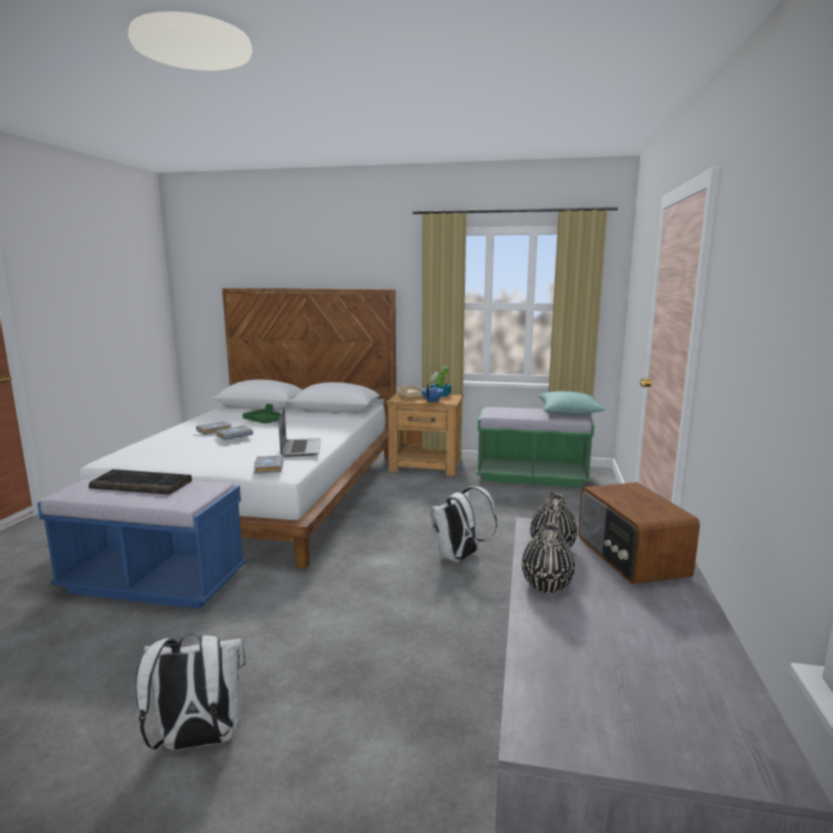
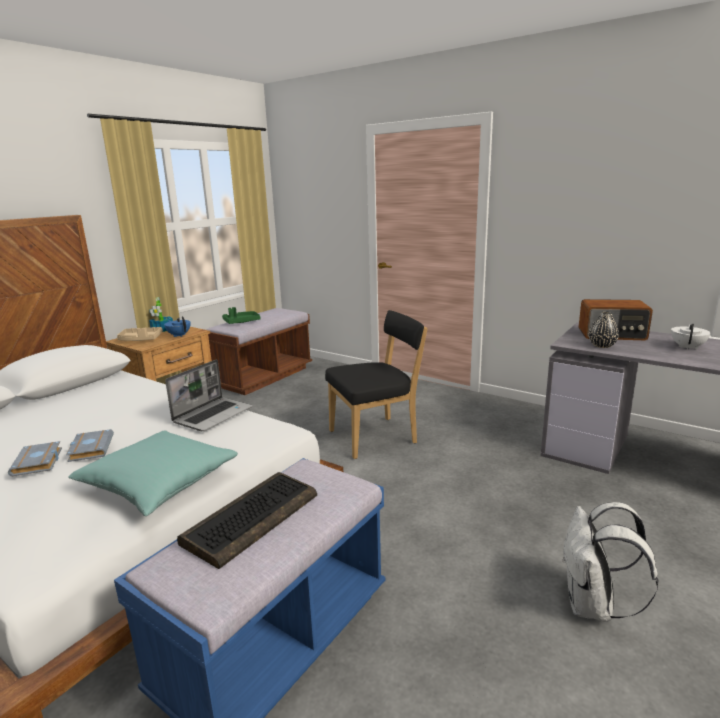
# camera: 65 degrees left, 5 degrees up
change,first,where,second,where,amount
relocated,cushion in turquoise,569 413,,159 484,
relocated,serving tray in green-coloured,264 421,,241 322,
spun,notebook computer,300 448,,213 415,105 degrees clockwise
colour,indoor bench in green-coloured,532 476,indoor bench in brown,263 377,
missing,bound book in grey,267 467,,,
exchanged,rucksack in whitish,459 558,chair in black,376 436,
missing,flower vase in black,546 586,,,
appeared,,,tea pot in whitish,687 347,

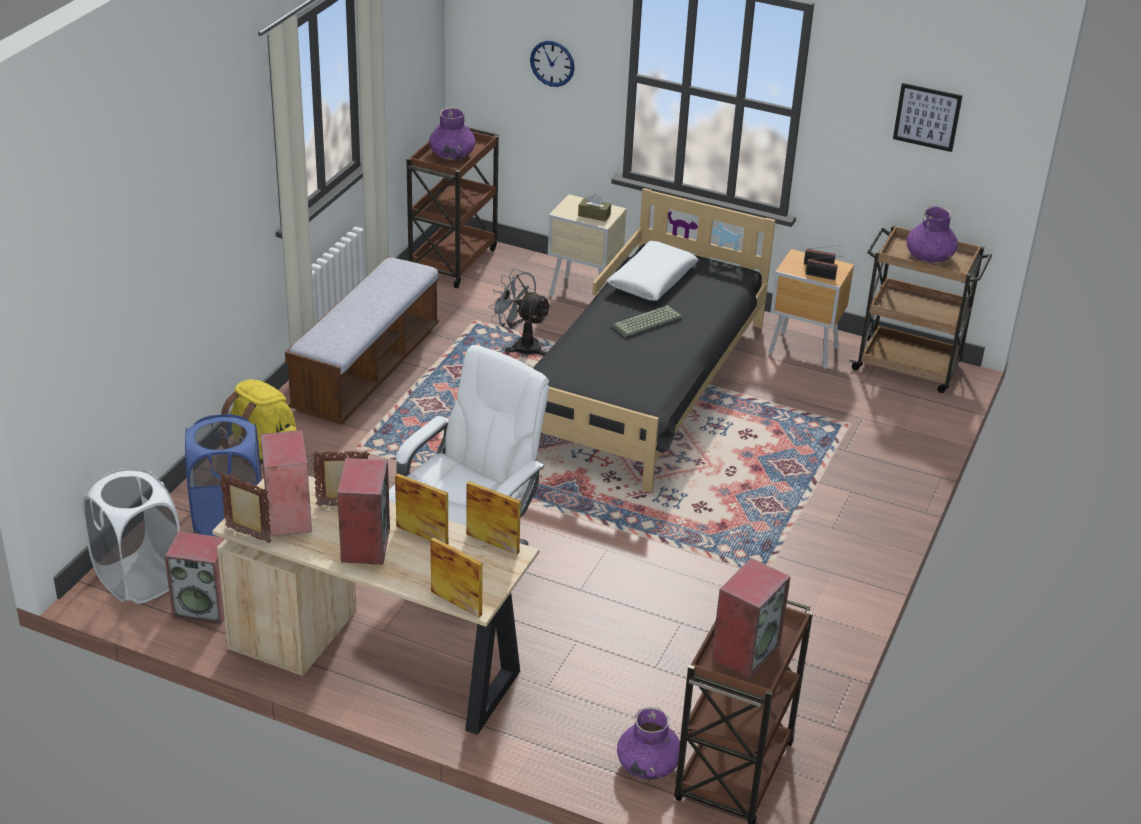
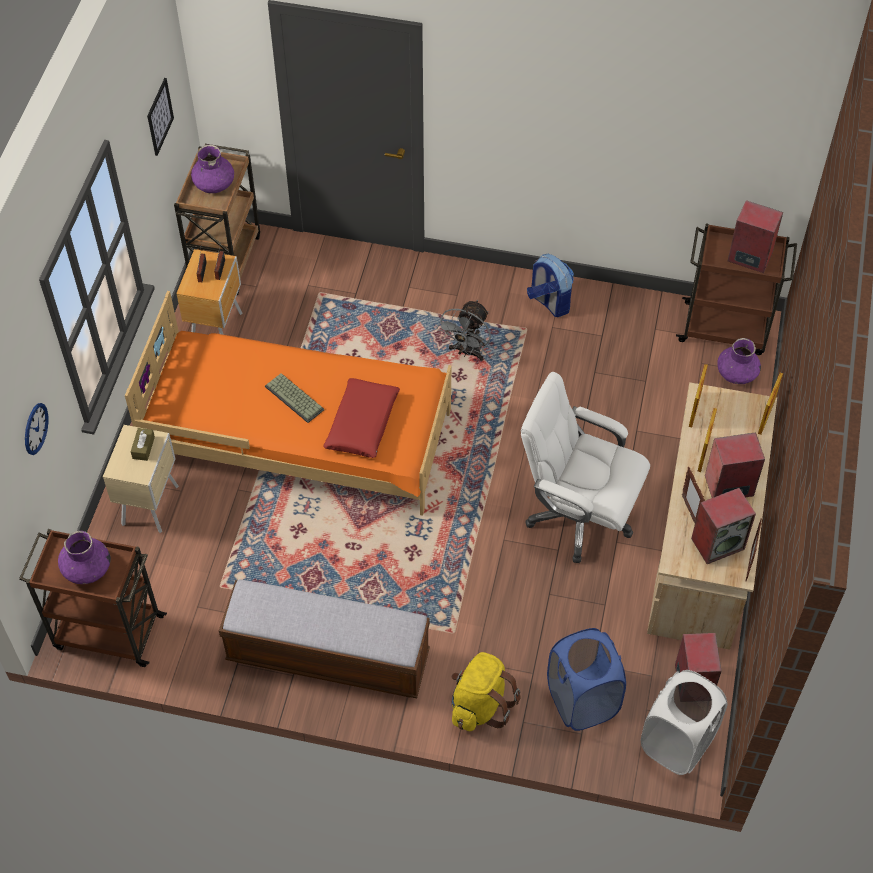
# camera: 100 degrees left, 20 degrees up
change,first,where,second,where,amount
colour,bed in black,644 386,bed in orangey,300 435,
missing,cushion in whitish,651 280,,,
relocated,cooling fan in grey,521 346,,467 352,
appeared,,,rucksack,549 302,
appeared,,,cushion in red-coloured,362 424,

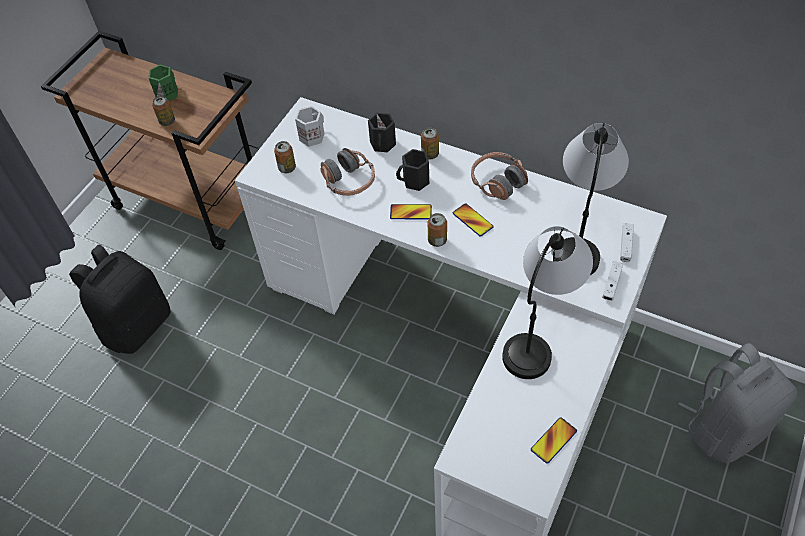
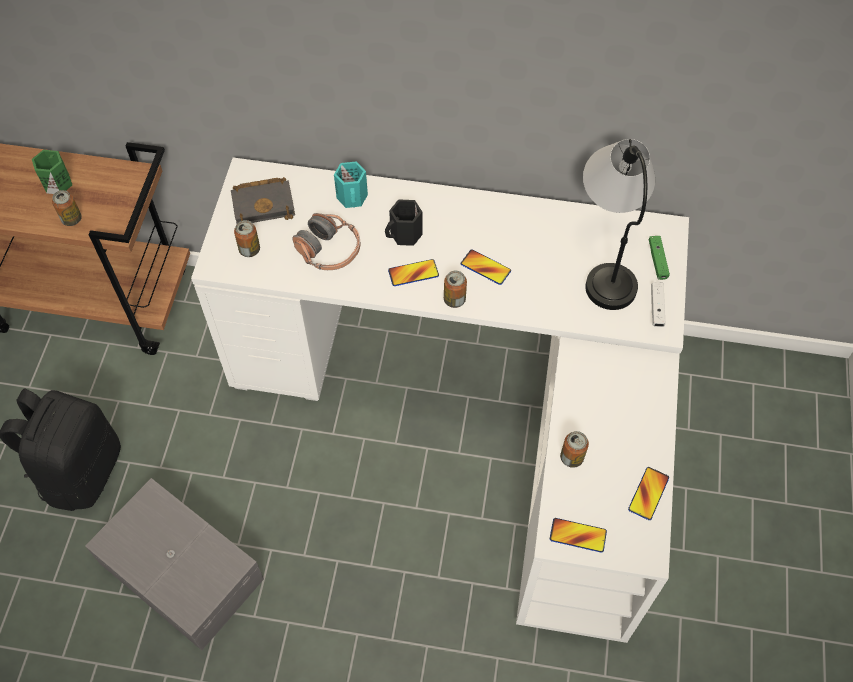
# camera: 20 degrees left, 5 degrees up
change,first,where,second,where,amount
exchanged,mug in whitish,312 136,bound book in black,265 204,
colour,mug in black,383 144,mug in turquoise,353 197,
relocated,sealed can,430 154,,571 457,
missing,headset,497 182,,,
colour,joypad in whitish,626 245,joypad in green-coloured,657 260,
missing,lamp for a table,540 332,,,
missing,rucksack in grey,725 427,,,
appeared,,,storage box in grey,182 568,
appeared,,,handset,577 535,

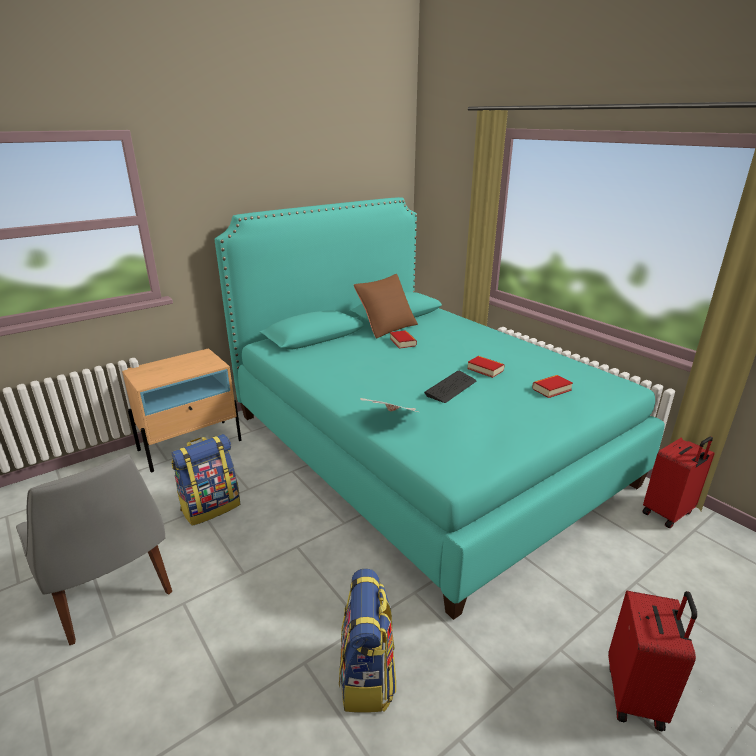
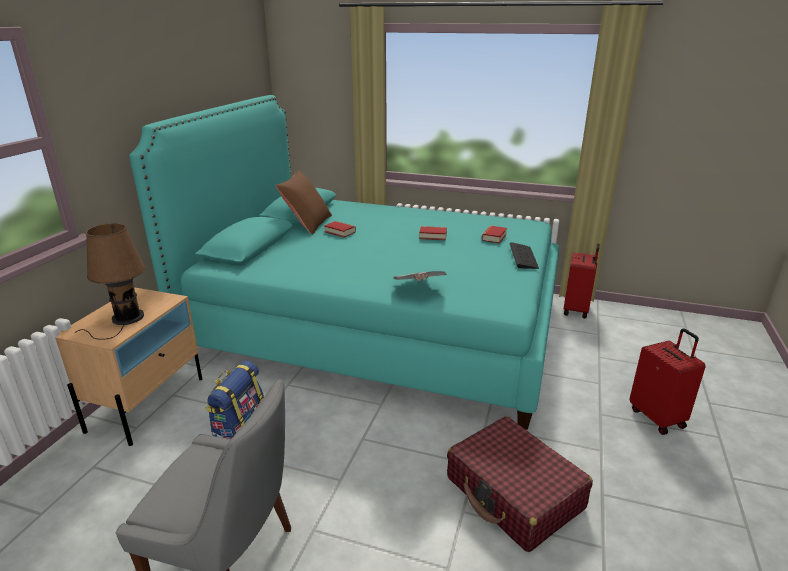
# camera: 35 degrees left, 0 degrees up
change,first,where,second,where,amount
relocated,PC keyboard,451 388,,523 257,
exchanged,rucksack,367 676,piece of luggage in red-coloured,514 493,
appeared,,,lamp for a table in brown,125 319,

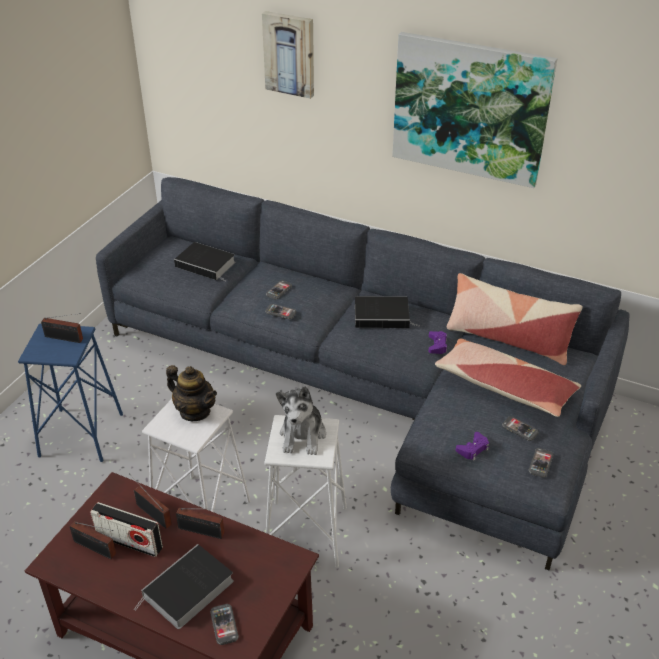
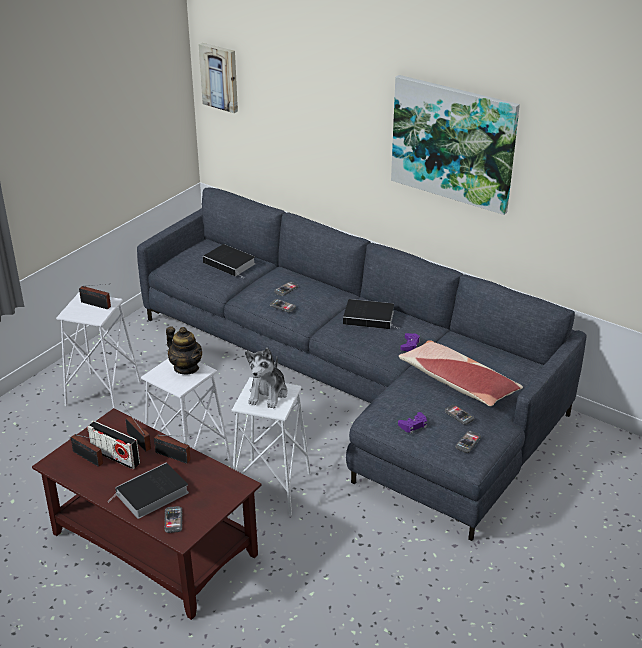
# camera: 10 degrees right, 5 degrees down
change,first,where,second,where,amount
relocated,picture,290 54,,220 77,
missing,cushion,507 338,,,
colour,sitting stool in blue-coloured,81 435,sitting stool in whitish,103 393,

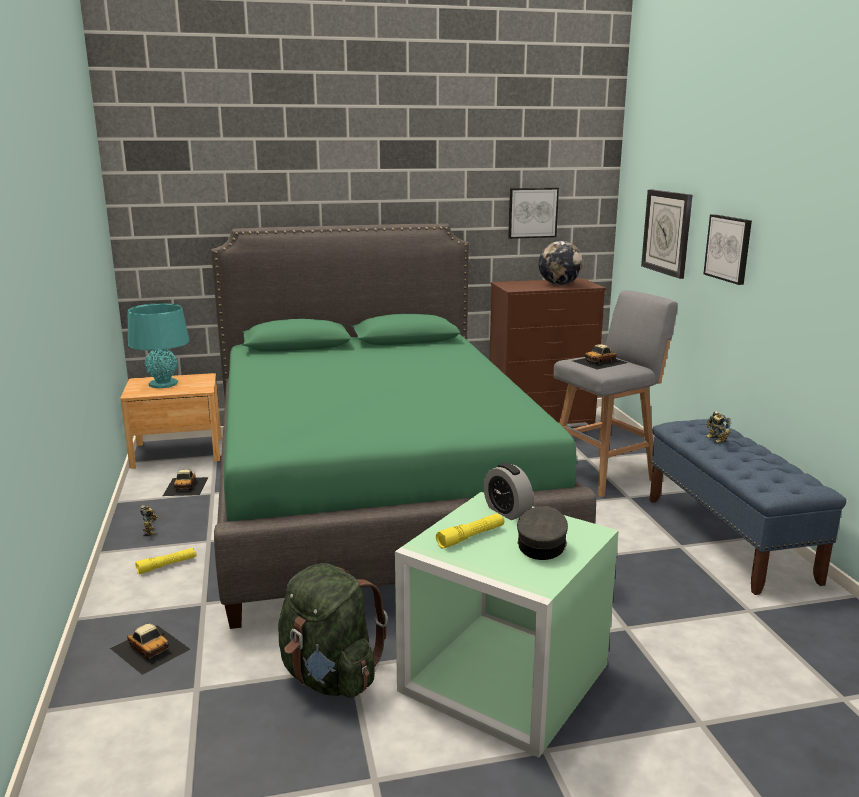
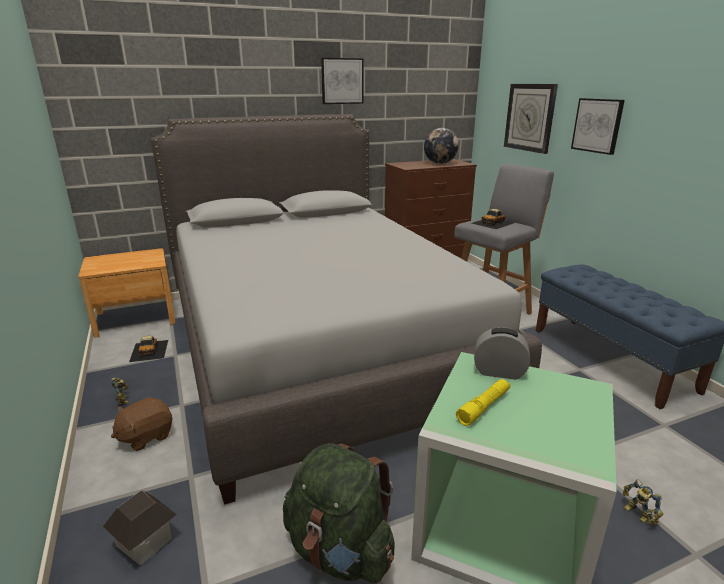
# camera: 10 degrees left, 5 degrees up
change,first,where,second,where,amount
relocated,picture,532 212,,342 81,
colour,bed in green-coloured,375 496,bed in grey,319 346,
missing,lamp for a table in turquoise,163 384,,,
relocated,toy robot,715 440,,637 515,
spun,table clock,507 511,,499 372,150 degrees clockwise
missing,cap in grey,541 544,,,
exchanged,hand torch in yellow-coloured,167 565,soft toy in brown,146 436,
exchanged,miniature car,150 648,miniature house,145 541,

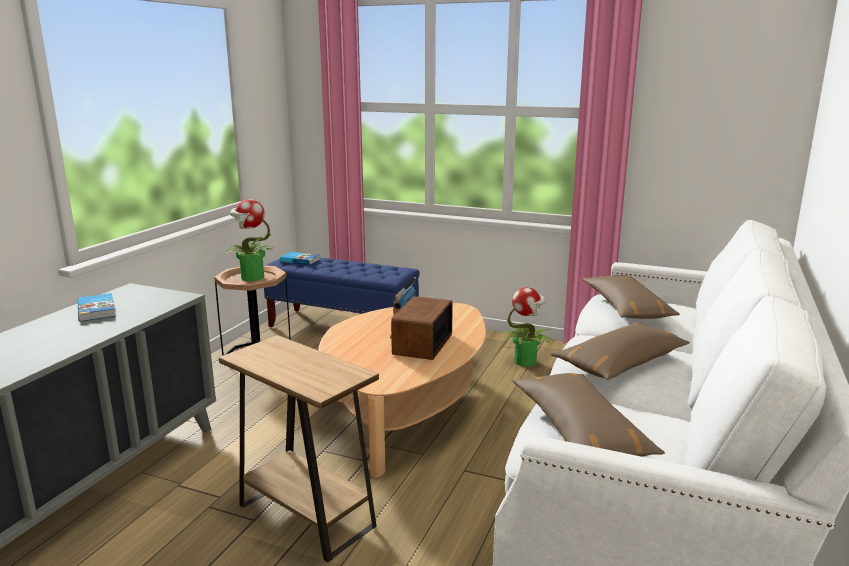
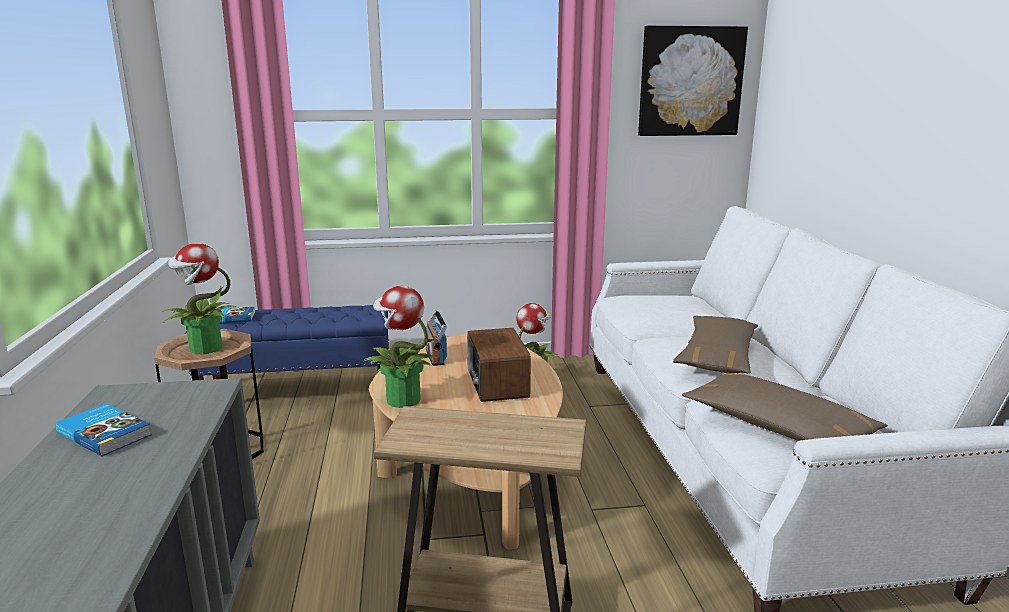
# camera: 30 degrees left, 0 degrees up
change,first,where,second,where,amount
missing,cushion in brown,626 308,,,
appeared,,,picture,690 82,
appeared,,,houseplant,402 400,

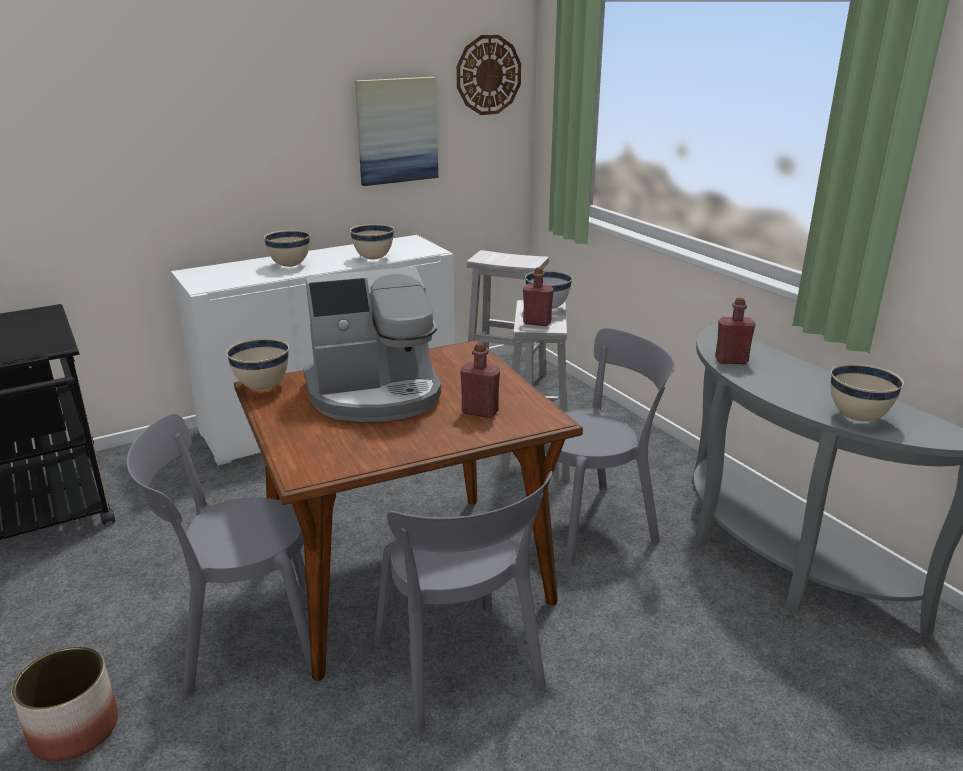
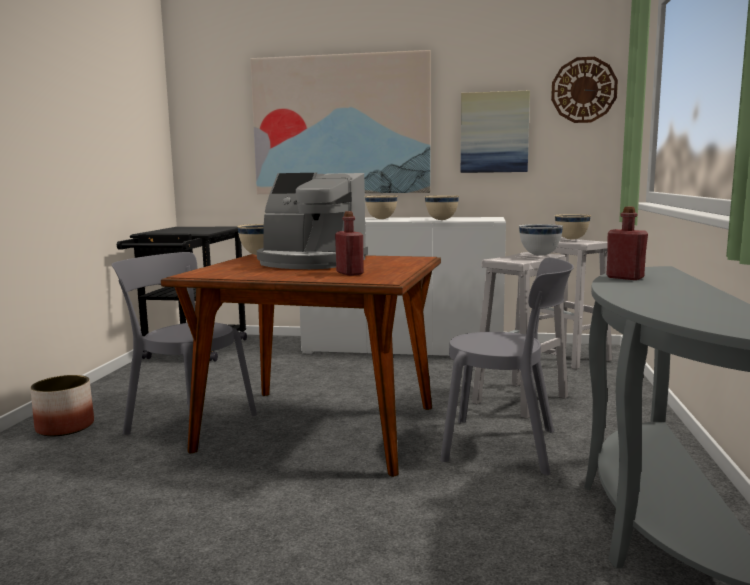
# camera: 40 degrees right, 15 degrees down
change,first,where,second,where,amount
missing,beverage bottle in red-coloured,537 322,,,
relocated,serving bowl in beige,857 417,,571 239,
missing,chair in grey,460 670,,,
appeared,,,picture,341 125,

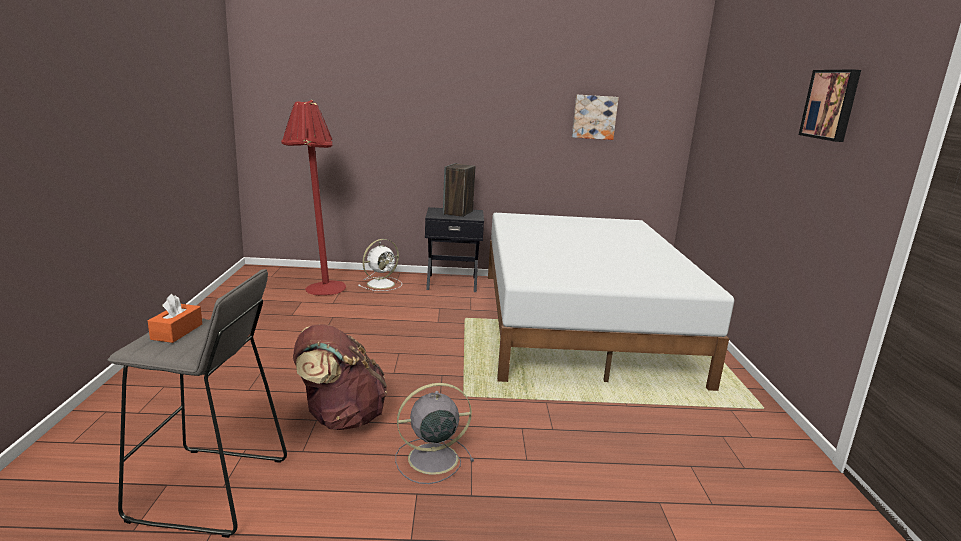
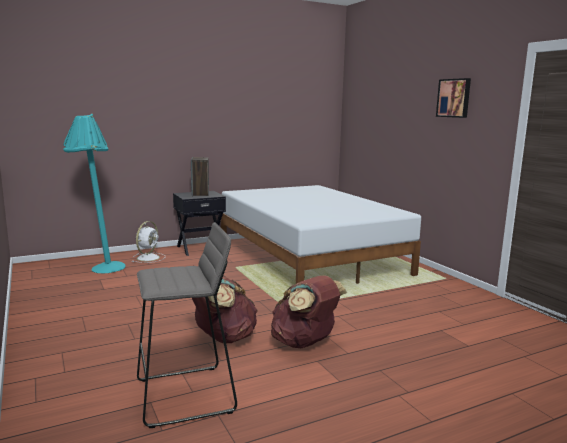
# camera: 25 degrees left, 5 degrees down
change,first,where,second,where,amount
missing,picture,594 117,,,
colour,standard lamp in red-coloured,317 287,standard lamp in turquoise,100 268,
missing,tissue box in orangey,177 331,,,
exchanged,cooling fan in grey,430 459,rucksack in brown,305 343,

